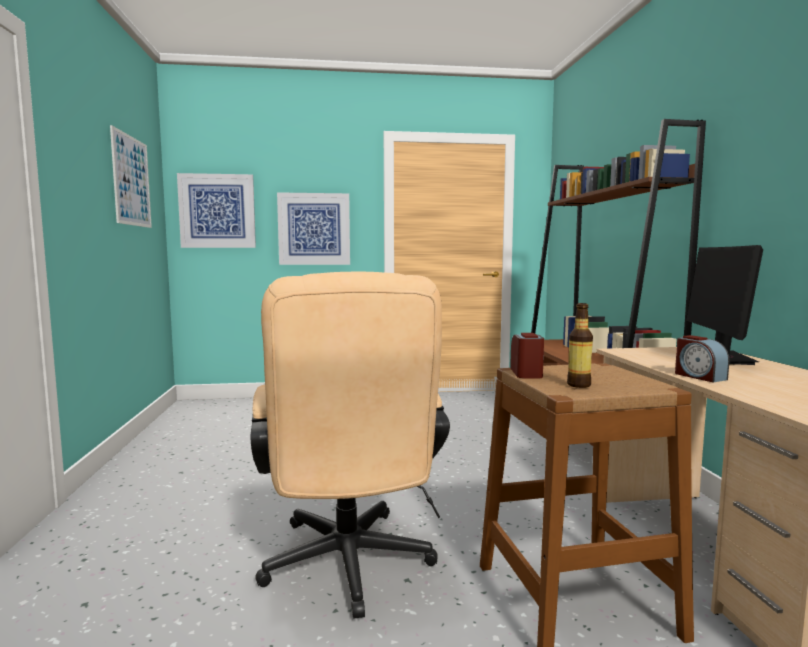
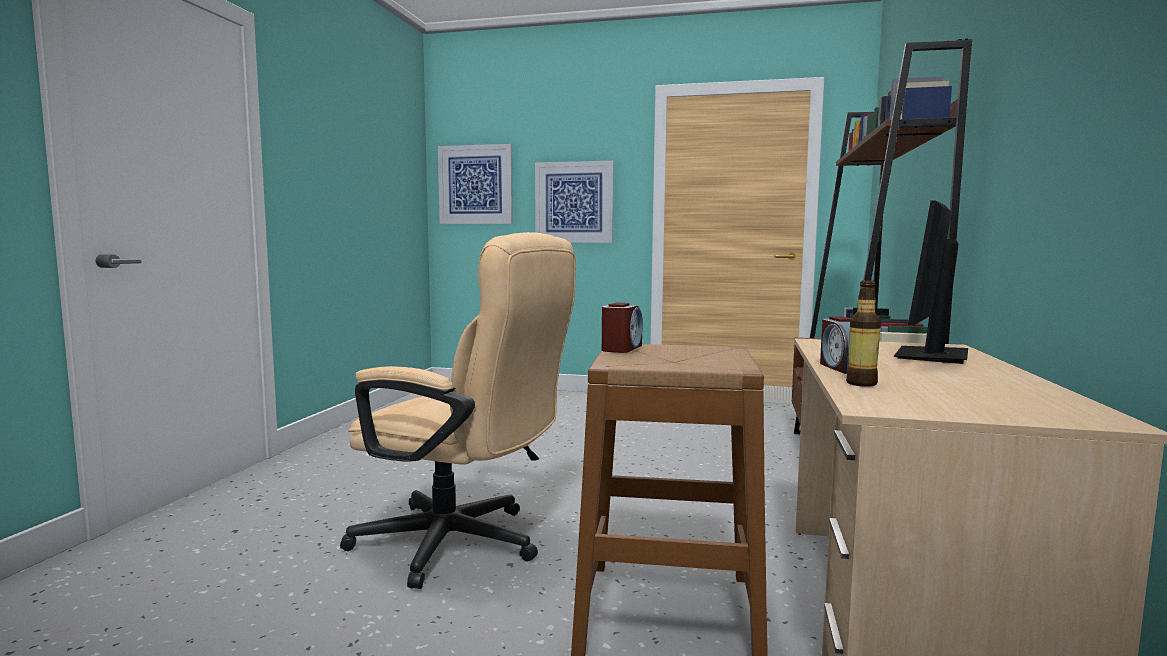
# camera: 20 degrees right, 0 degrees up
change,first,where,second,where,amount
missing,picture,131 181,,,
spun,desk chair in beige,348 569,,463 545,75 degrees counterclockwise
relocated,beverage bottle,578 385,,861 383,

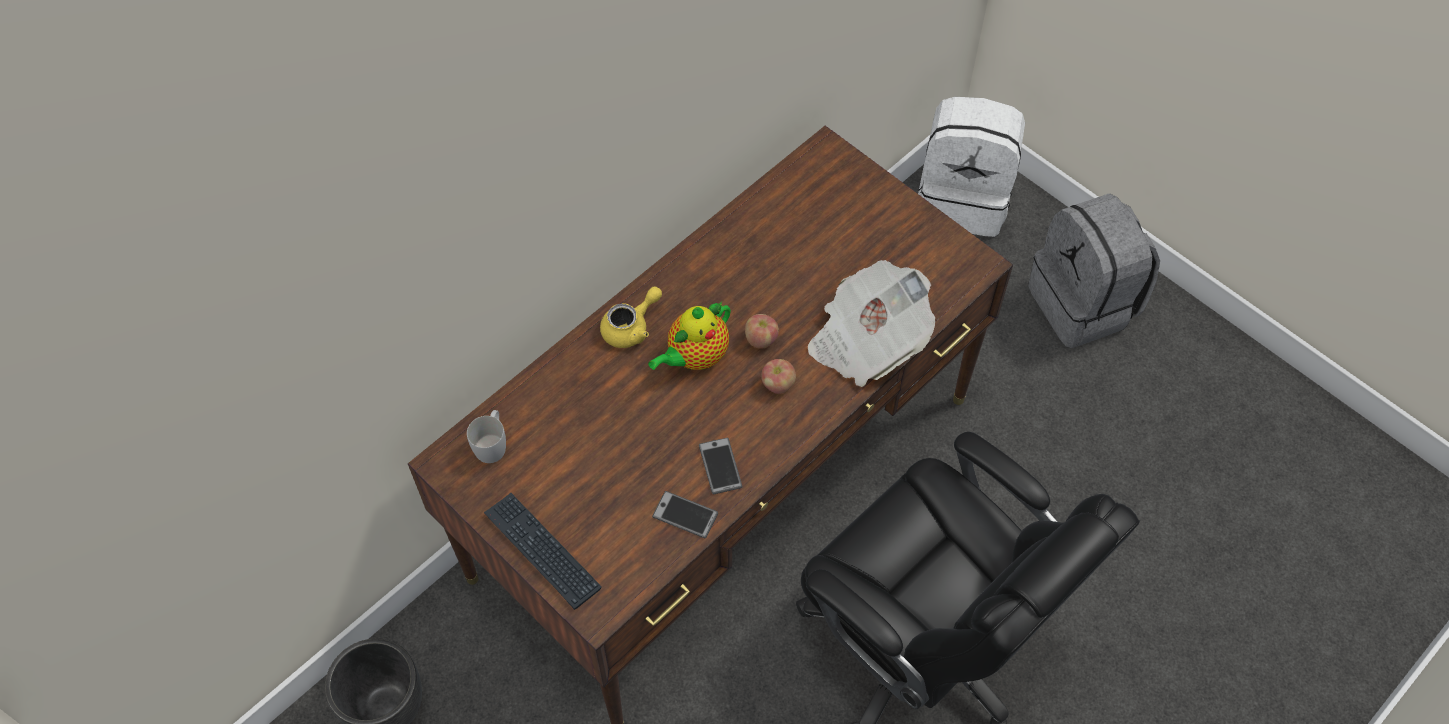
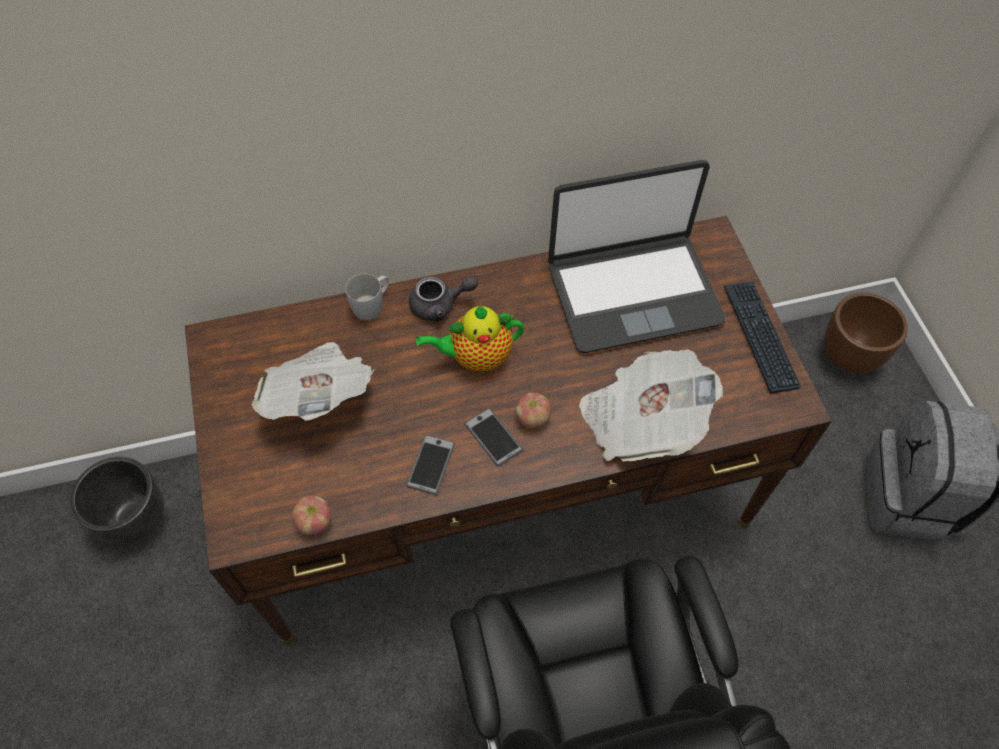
# camera: 30 degrees right, 0 degrees up
change,first,where,second,where,amount
exchanged,rucksack in whitish,963 199,flower pot in brown,849 356,
colour,tea pot in yellow-coloured,631 328,tea pot in grey,440 305,
relocated,apple fruit,760 339,,314 522,
relocated,mug in whitish,492 443,,372 305,
relocated,handset,685 515,,493 437,
relocated,PC keyboard,542 551,,760 337,
appeared,,,notebook computer,633 292,
appeared,,,printed paper,319 396,

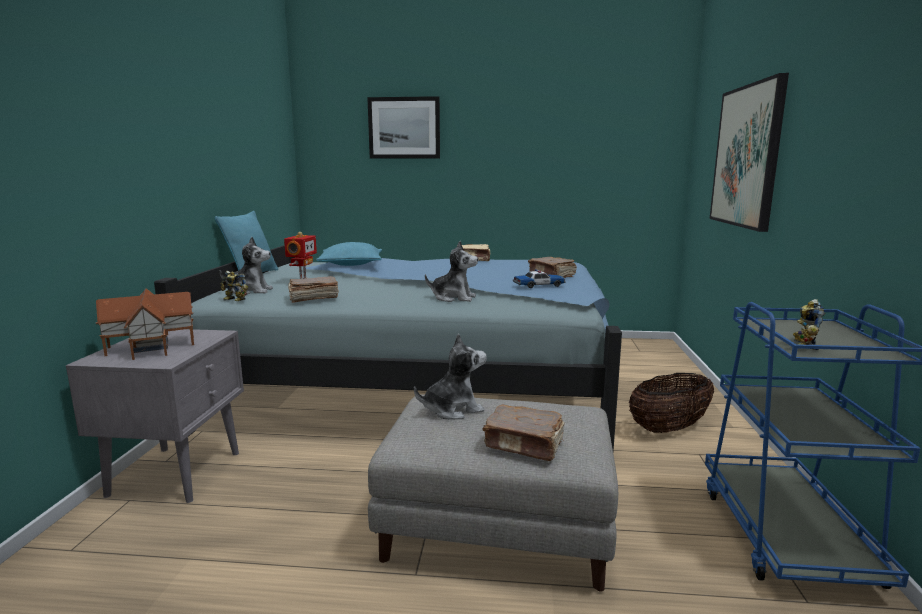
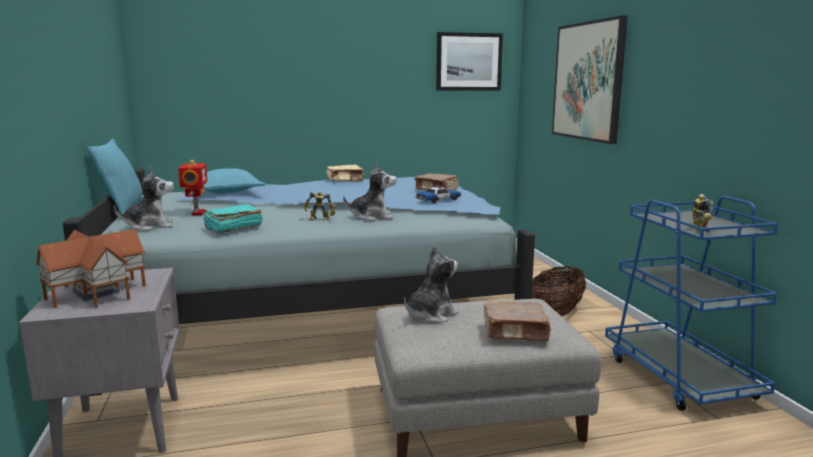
# camera: 20 degrees left, 0 degrees up
change,first,where,second,where,amount
relocated,picture,404 128,,468 62,
relocated,toy robot,234 300,,319 219,
colour,bound book in brown,313 298,bound book in turquoise,233 228,

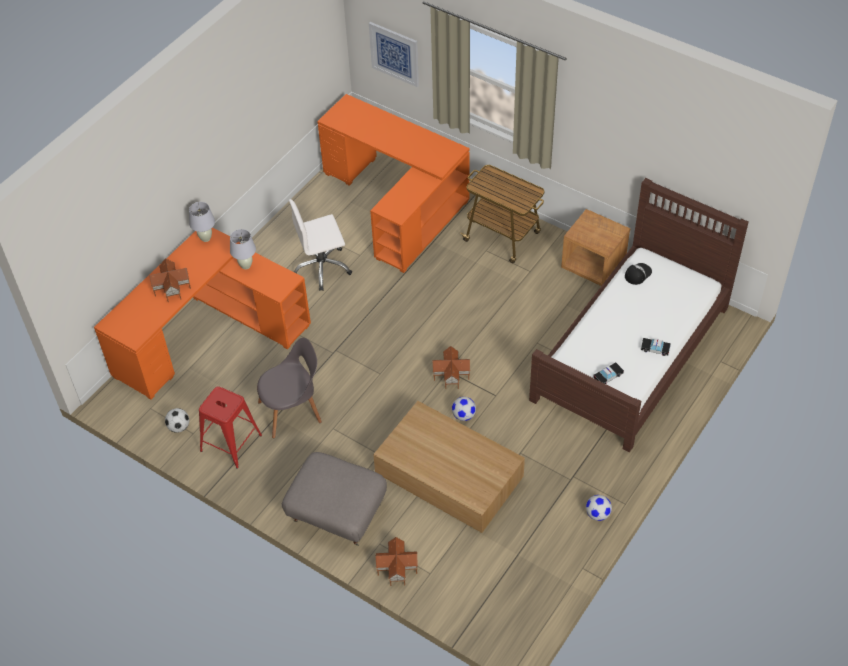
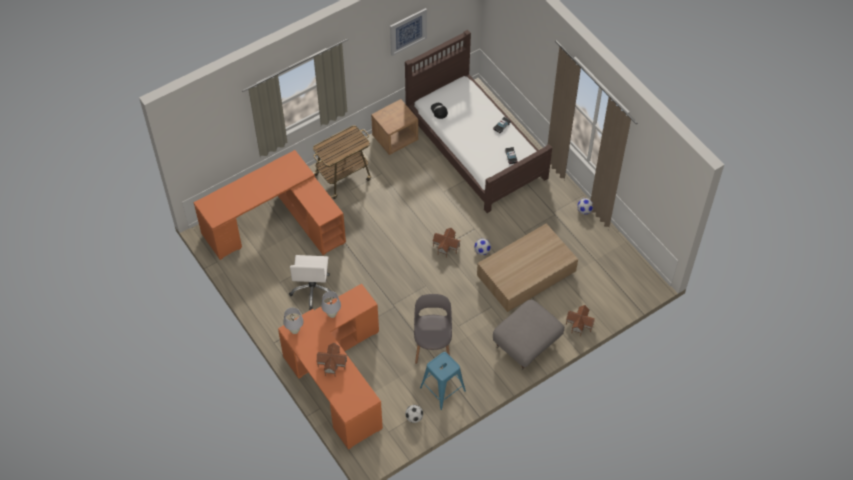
# camera: 70 degrees left, 5 degrees up
change,first,where,second,where,amount
relocated,picture,394 53,,408 31,
colour,sitting stool in red-coloured,231 443,sitting stool in blue-coloured,442 389,

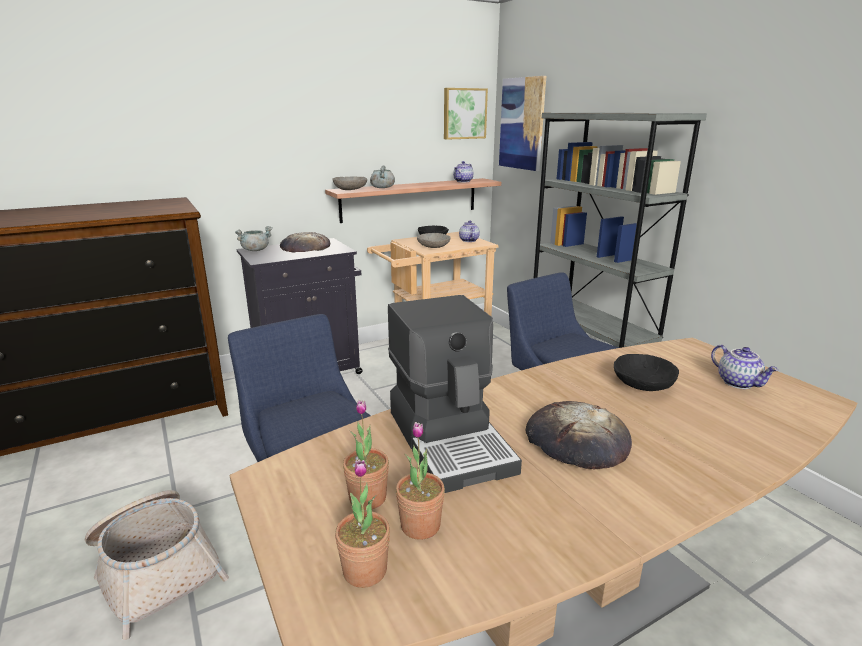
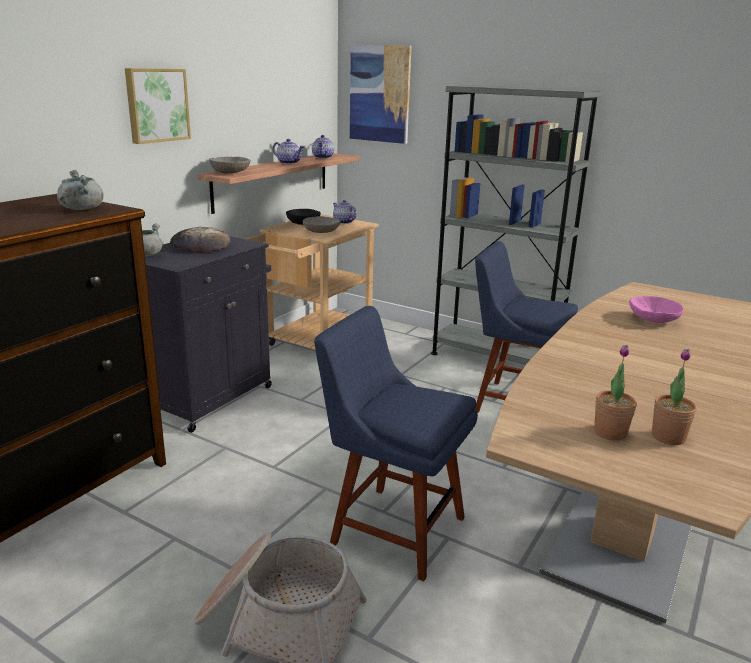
# camera: 30 degrees left, 0 degrees up
change,first,where,second,where,amount
relocated,picture,464 113,,156 105,
relocated,cooking pot in grey,382 187,,81 208,
missing,coffee machine,451 439,,,
relocated,tea pot,739 383,,289 163,
colour,serving bowl in black,642 385,serving bowl in pink,653 320,
missing,baked bread,576 440,,,
missing,houseplant,365 570,,,

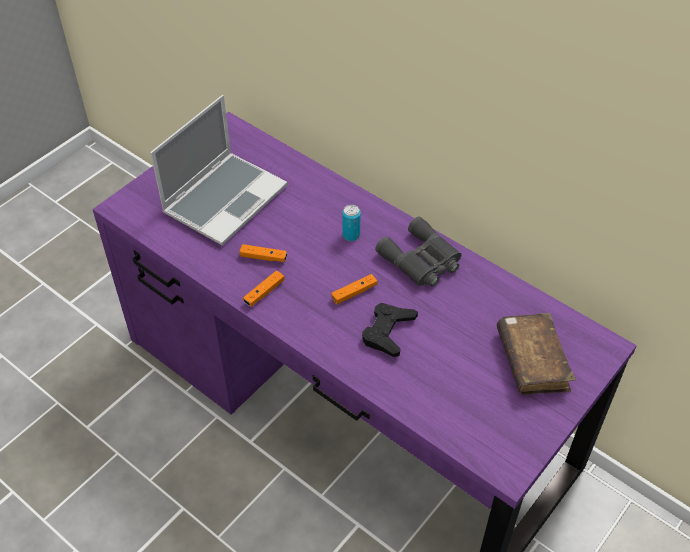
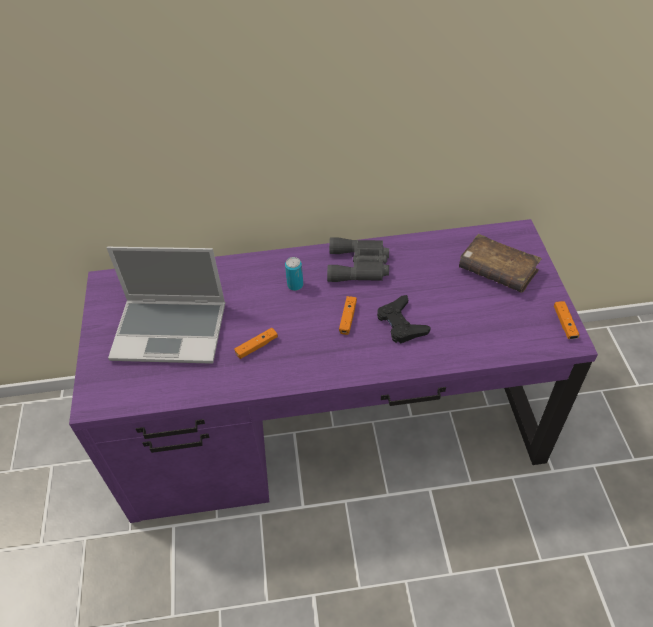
# camera: 45 degrees left, 0 degrees up
change,first,where,second,where,amount
spun,notebook computer,225 198,,172 331,105 degrees clockwise
relocated,joypad in orangey,264 292,,564 324,

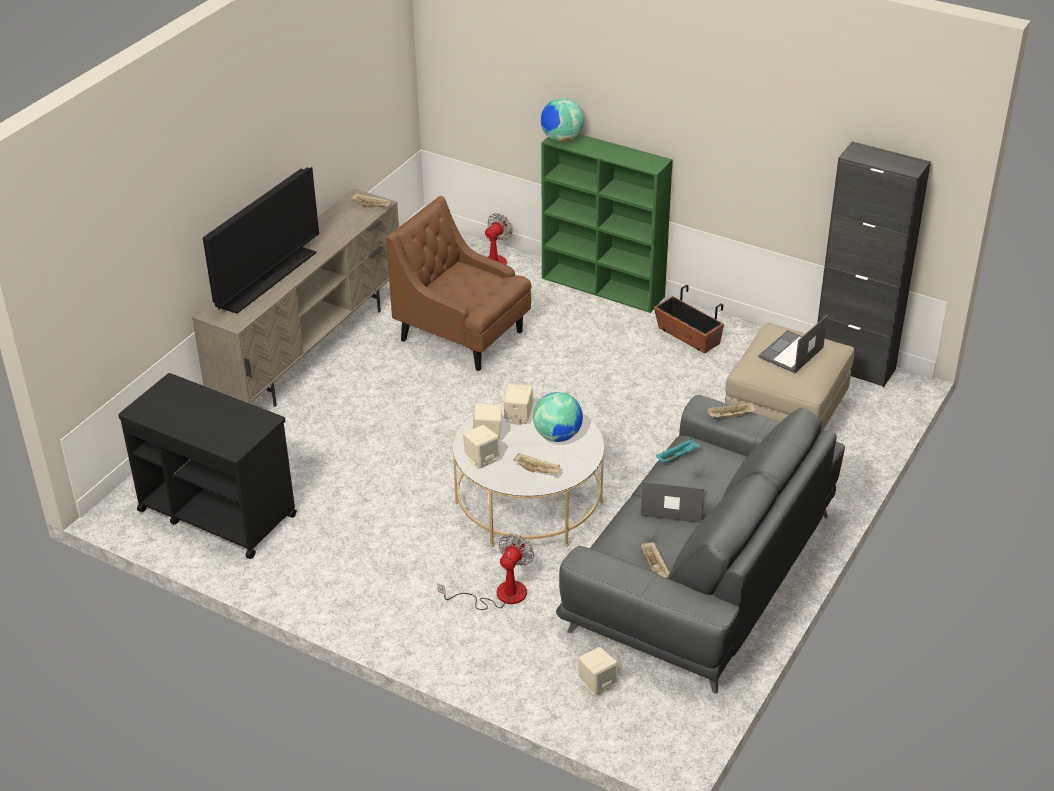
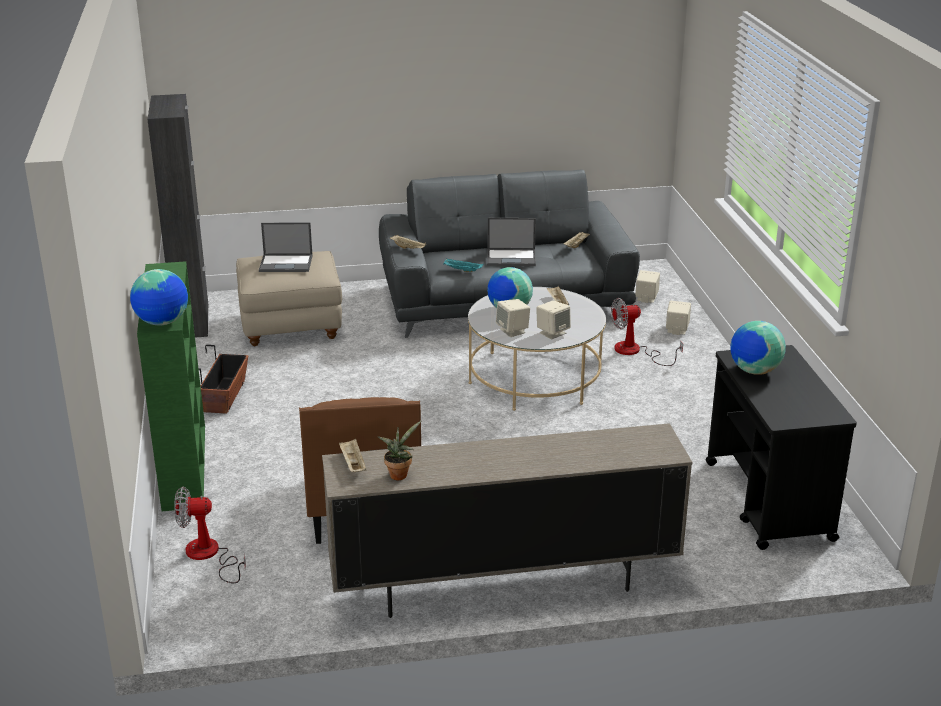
# camera: 130 degrees left, 10 degrees down
change,first,where,second,where,amount
missing,TV set,268 279,,,
relocated,loudspeaker in beige,481 459,,676 330,
spun,notebook computer,672 503,,512 258,60 degrees counterclockwise
appeared,,,globe,754 371,
appeared,,,houseplant,399 474,

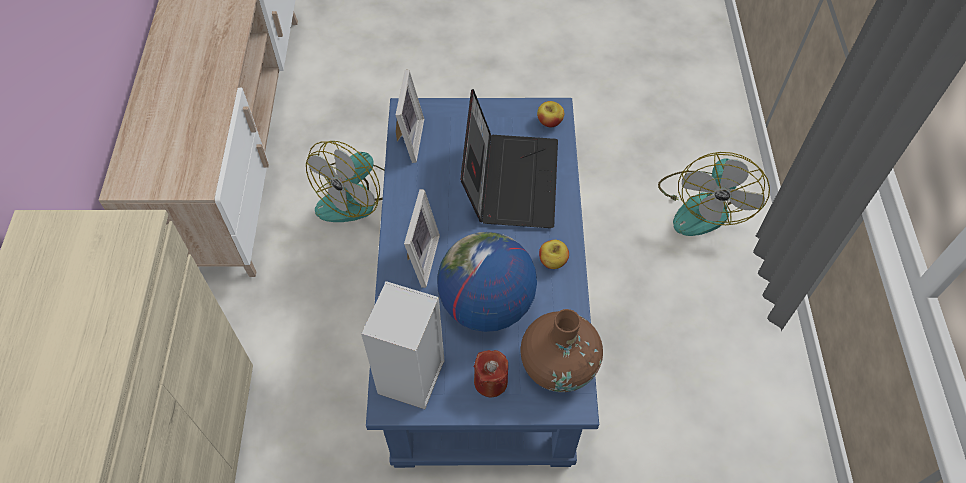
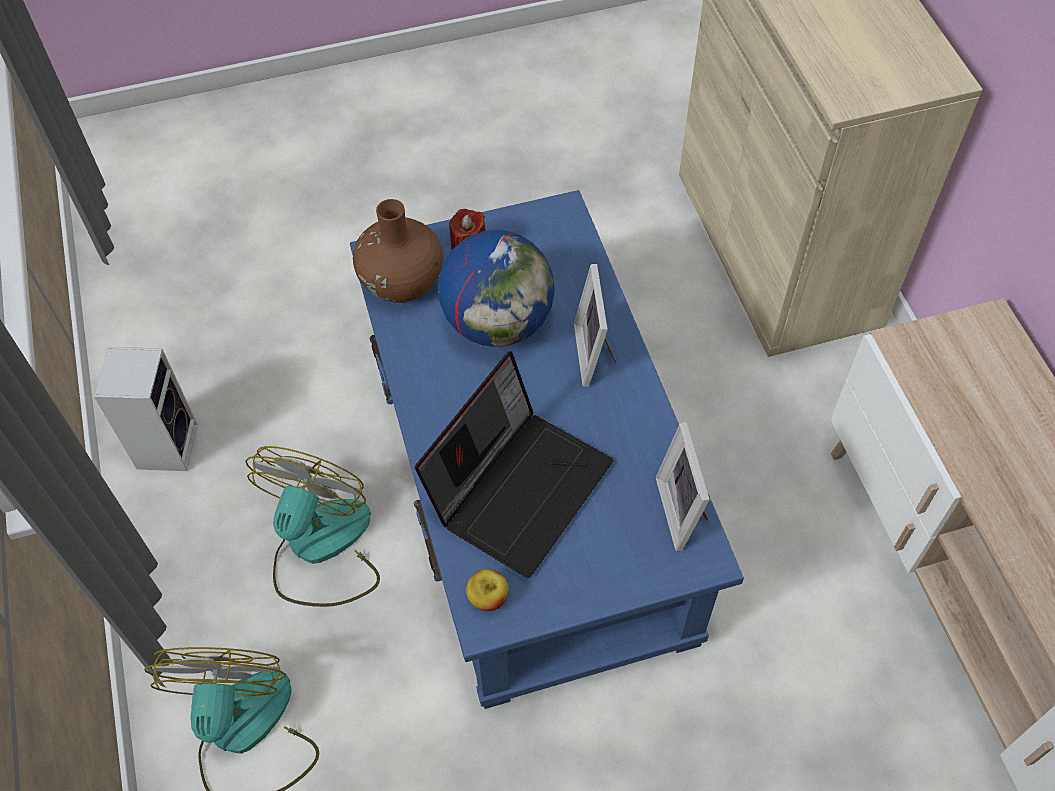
# camera: 165 degrees right, 0 degrees up
change,first,where,second,where,amount
spun,notebook computer,509 179,,519 486,135 degrees counterclockwise
relocated,cooling fan,355 196,,320 548,
missing,apple fruit,552 261,,,
relocated,loudspeaker,411 380,,166 444,

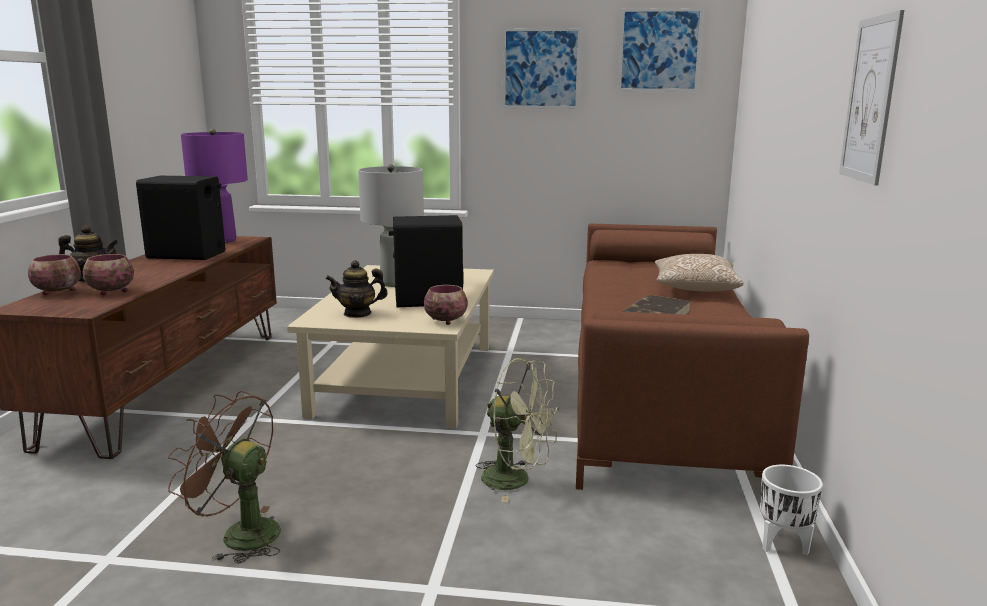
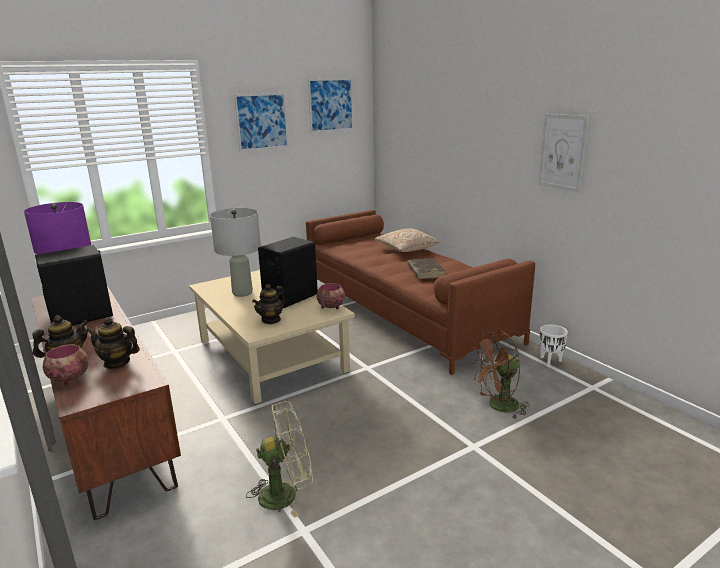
# camera: 40 degrees left, 5 degrees up
change,first,where,second,where,amount
exchanged,serving bowl,110 292,tea pot,117 363,
relocated,cooling fan in green-coloured,516 480,,286 493,
relocated,cooling fan in brown,239 534,,498 406,

